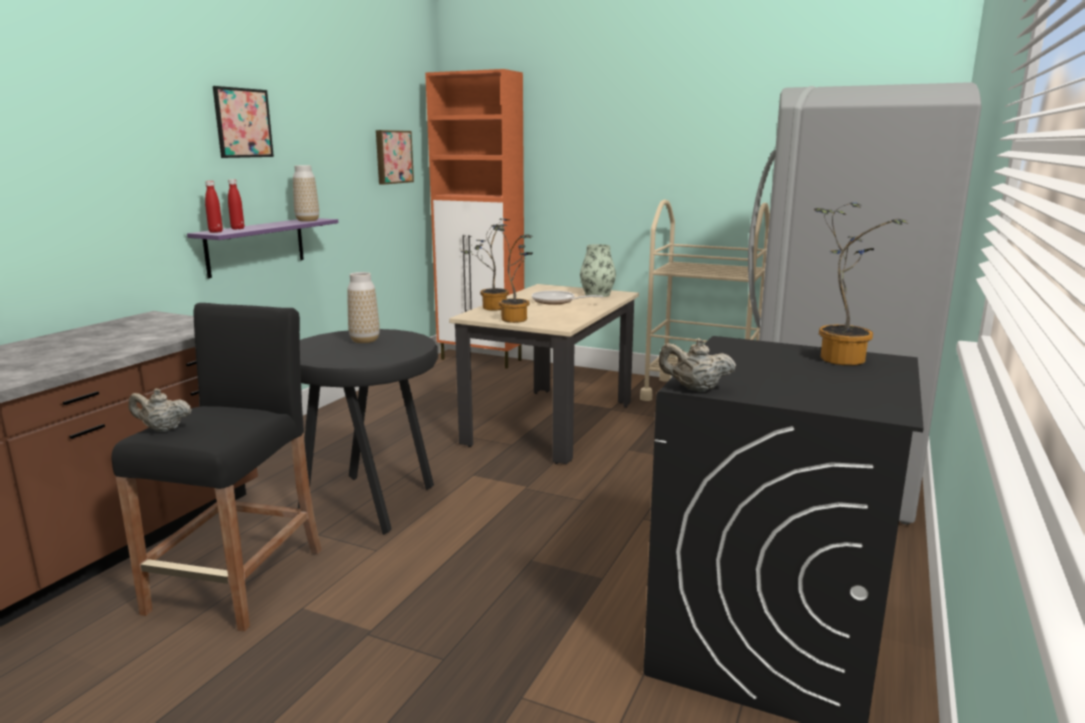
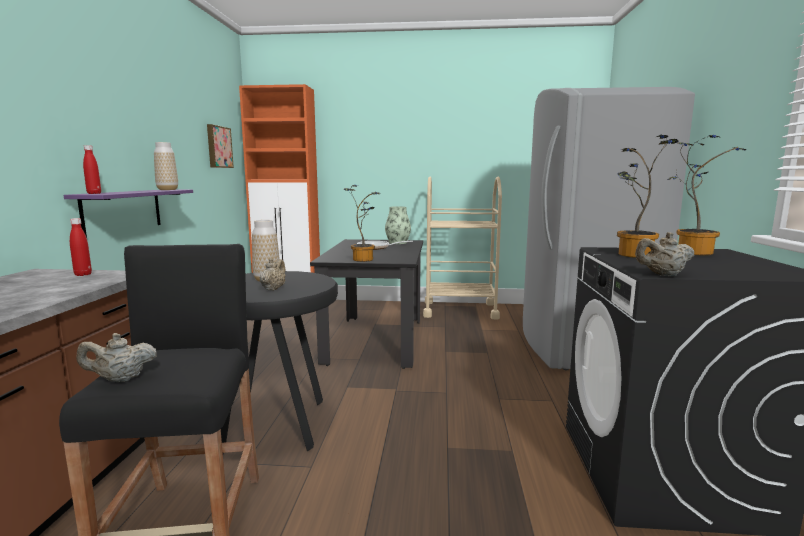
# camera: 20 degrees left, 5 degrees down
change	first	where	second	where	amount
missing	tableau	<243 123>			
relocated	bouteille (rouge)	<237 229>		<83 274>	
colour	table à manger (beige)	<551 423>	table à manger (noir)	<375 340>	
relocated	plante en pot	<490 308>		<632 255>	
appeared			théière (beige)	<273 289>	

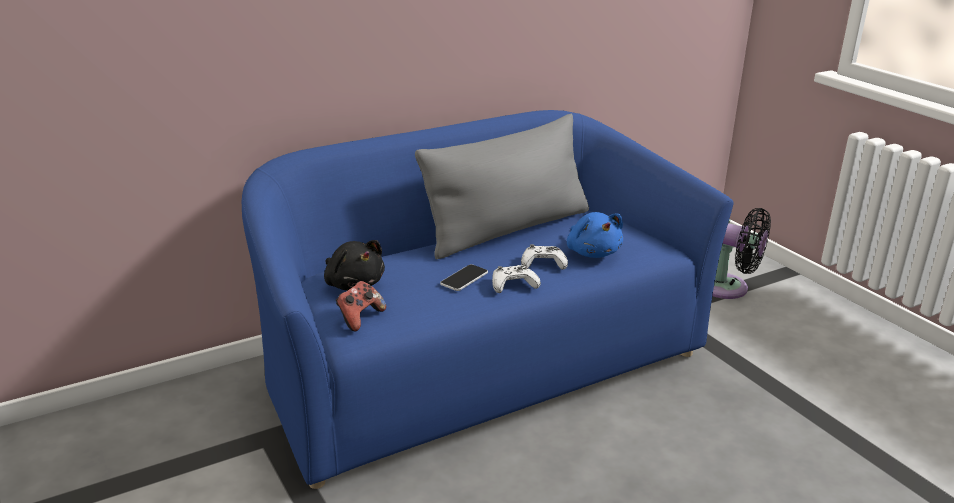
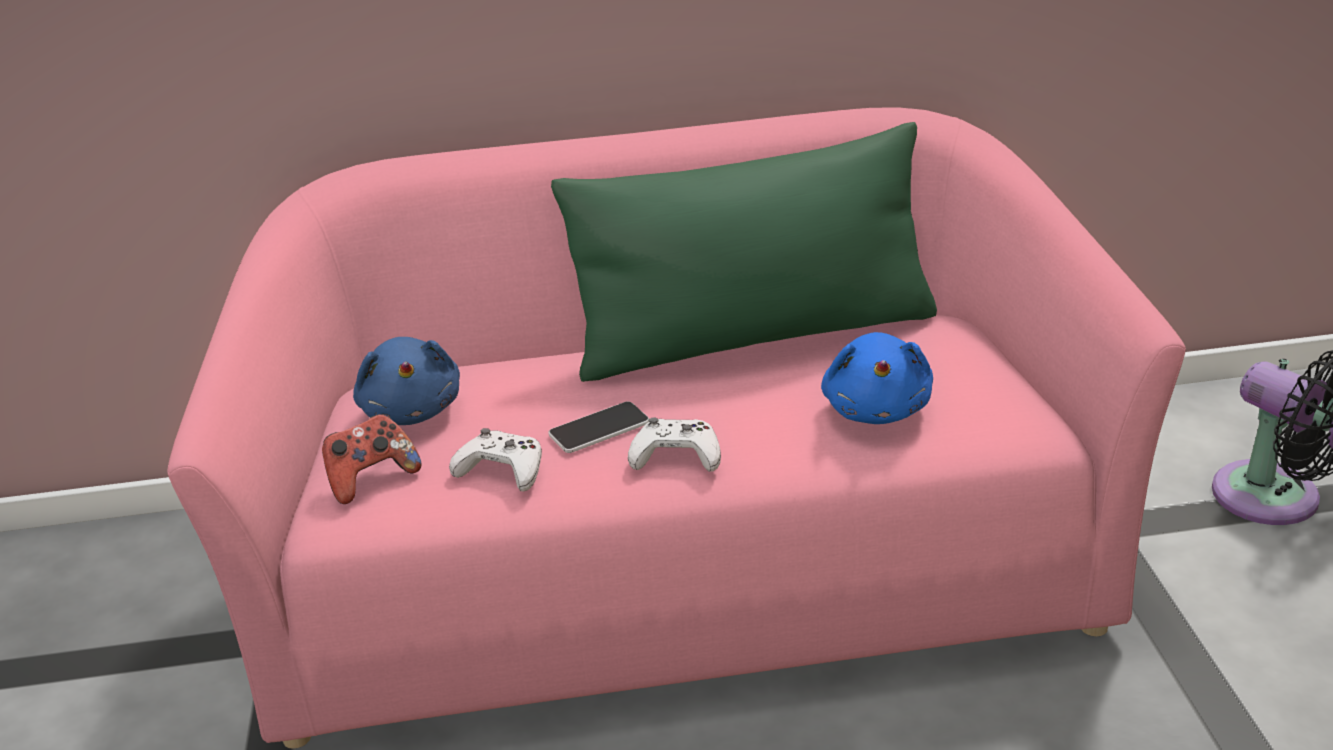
# camera: 25 degrees right, 5 degrees up
change	first	where	second	where	amount
colour	canapé (bleu)	<475 364>	canapé (rose)	<680 571>	
colour	peluche (noir)	<353 284>	peluche (bleu)	<412 410>	
colour	coussin (gris)	<508 229>	coussin (vert)	<755 337>	
relocated	manette (blanc)	<543 263>		<502 470>	

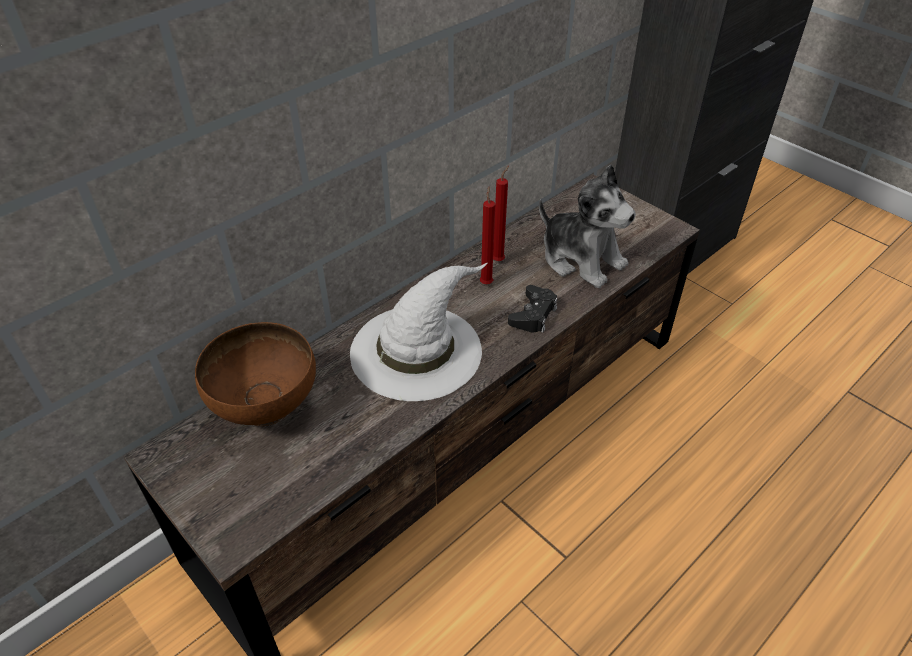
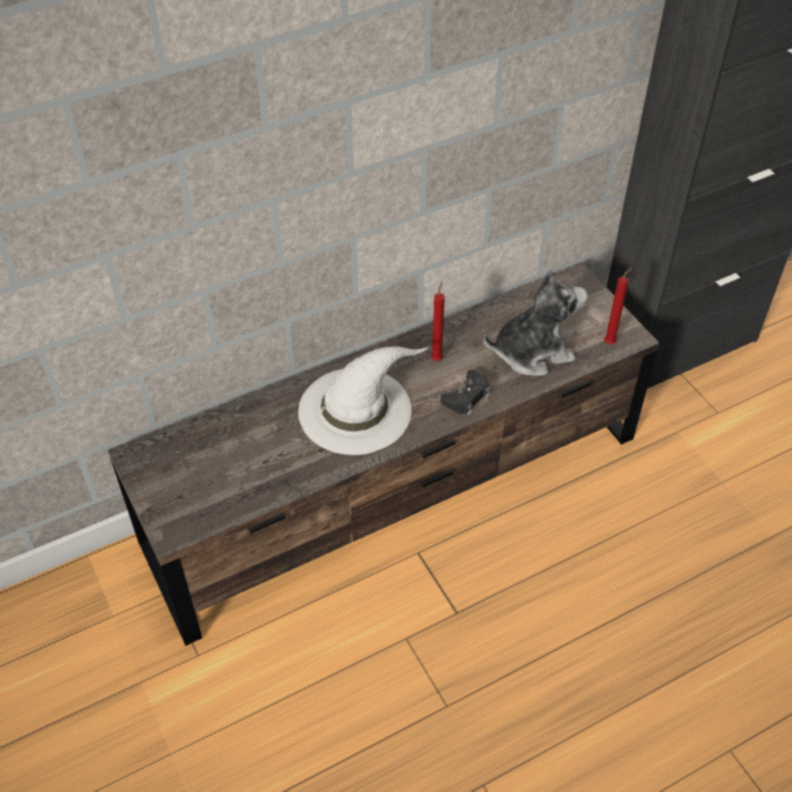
# camera: 15 degrees right, 5 degrees up
change	first	where	second	where	amount
missing	bol (marron)	<265 408>			
relocated	bougie (rouge)	<499 260>		<611 342>	
spun	peluche	<581 259>		<532 352>	75 degrees counterclockwise

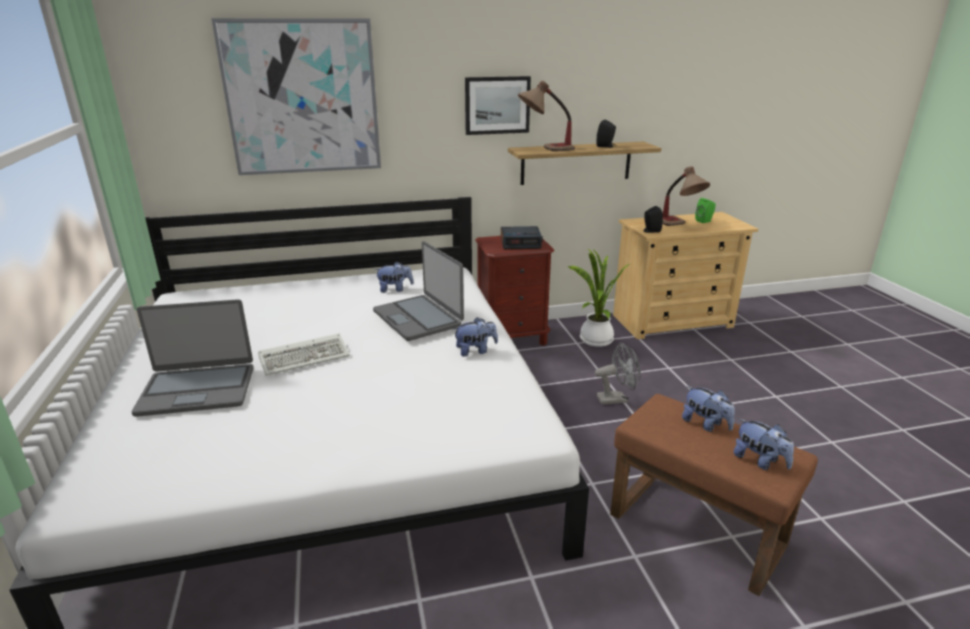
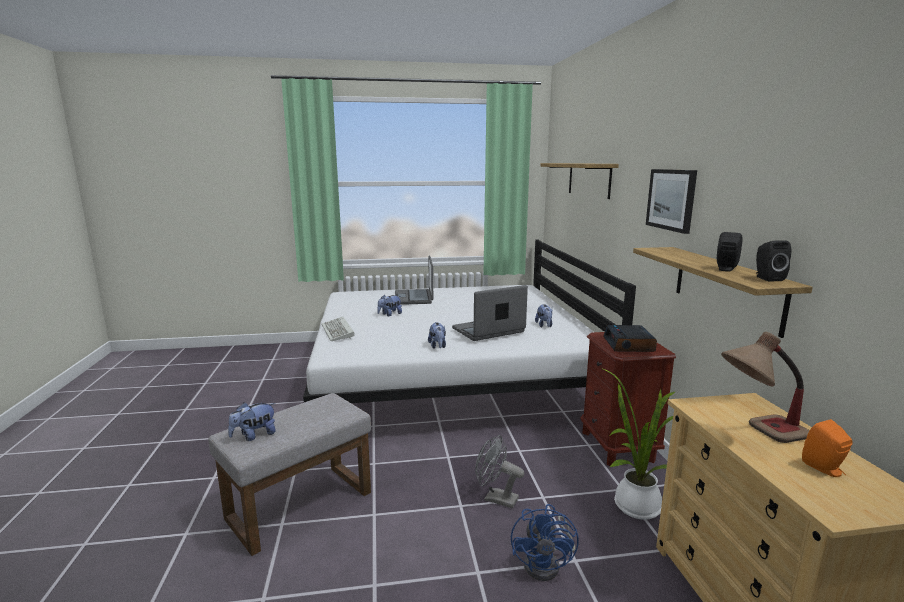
# camera: 95 degrees right, 10 degrees down
change	first	where	second	where	amount
exchanged	tableau	<302 98>	étagère	<589 179>	
relocated	clavier	<306 357>		<338 332>	
missing	lampe de table	<545 149>			
spun	ventilateur (gris)	<616 399>		<495 498>	120 degrees clockwise
colour	pouf (marron)	<698 529>	pouf (gris)	<299 507>	
relocated	enceinte (noir)	<650 231>		<767 278>	
relocated	peluche	<705 424>		<389 314>	
colour	enceinte (vert)	<704 221>	enceinte (orange)	<825 469>	
appeared			ventilateur (bleu)	<547 564>	

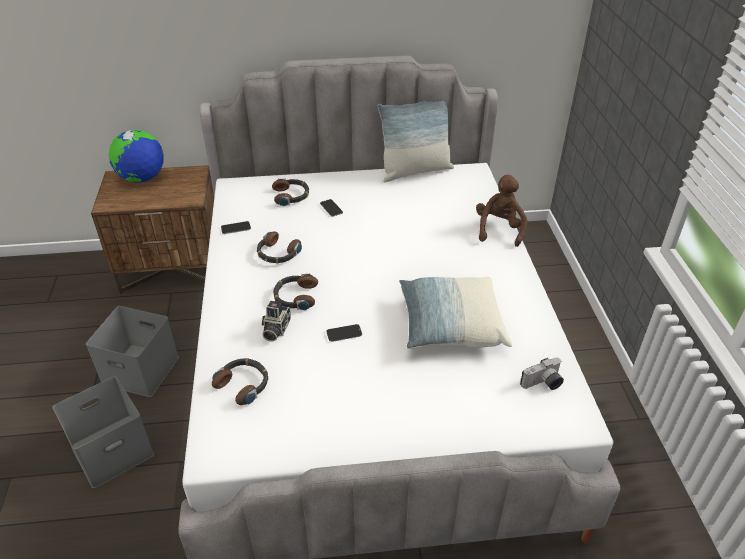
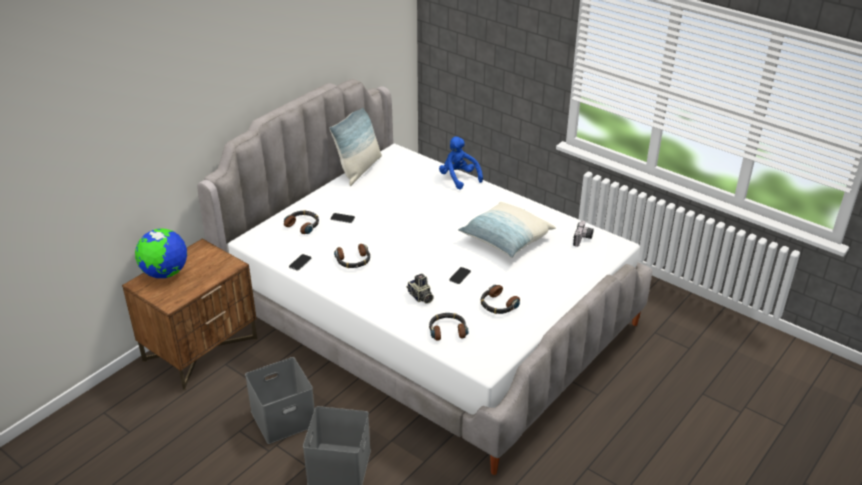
# camera: 45 degrees left, 5 degrees down
change	first	where	second	where	amount
relocated	casque audio	<295 296>		<498 305>	
colour	peluche (marron)	<499 229>	peluche (bleu)	<458 178>	

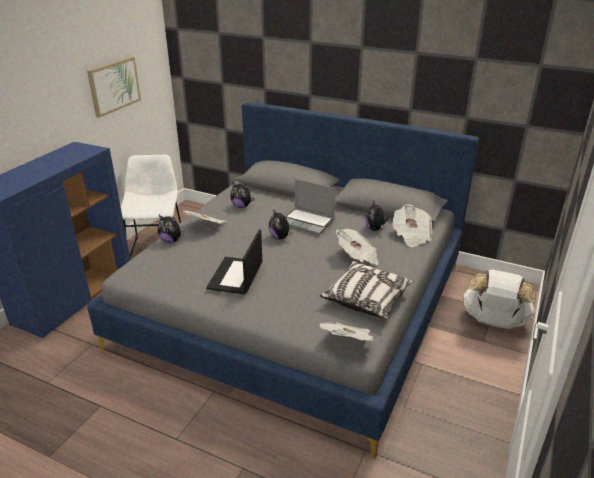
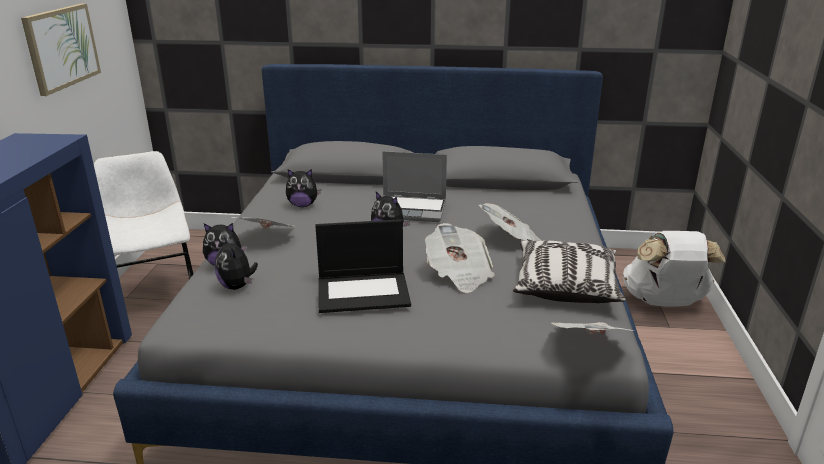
# camera: 20 degrees left, 5 degrees down
change	first	where	second	where	amount
spun	ordinateur portable	<236 276>		<364 292>	90 degrees counterclockwise
relocated	peluche	<375 229>		<237 286>	
relocated	journal	<411 236>		<459 274>	

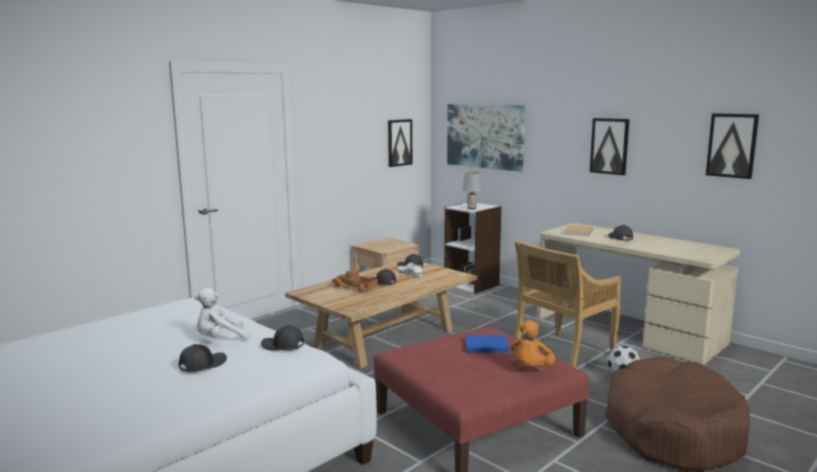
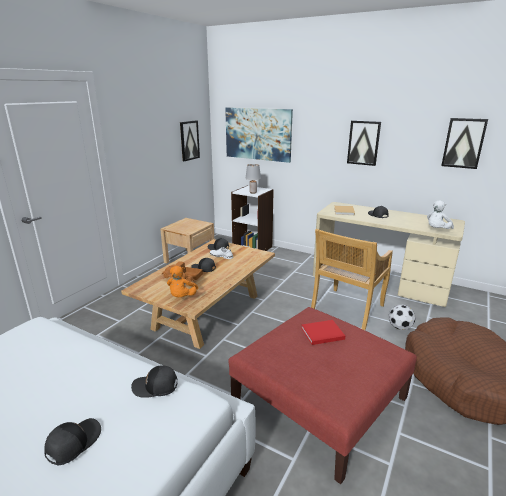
# camera: 15 degrees left, 10 degrees up
change	first	where	second	where	amount
relocated	peluche (blanc)	<220 339>		<437 230>	
colour	livre (bleu)	<485 345>	livre (rouge)	<321 333>	
relocated	peluche (orange)	<531 369>		<182 297>	

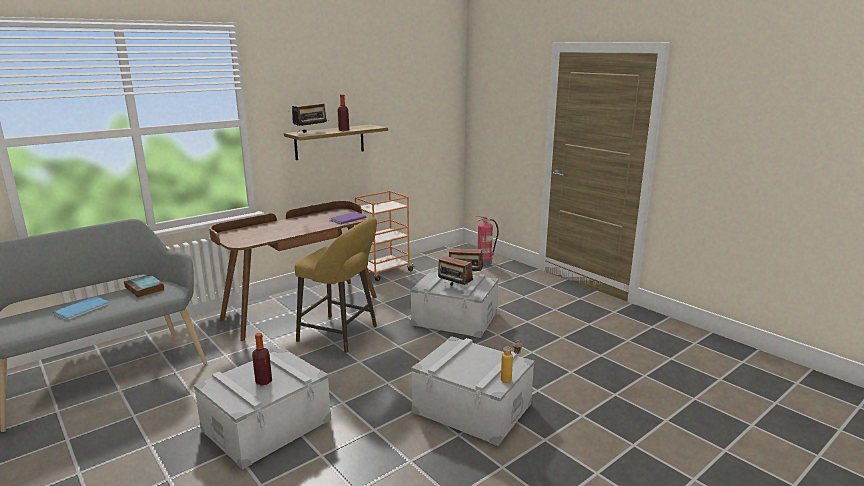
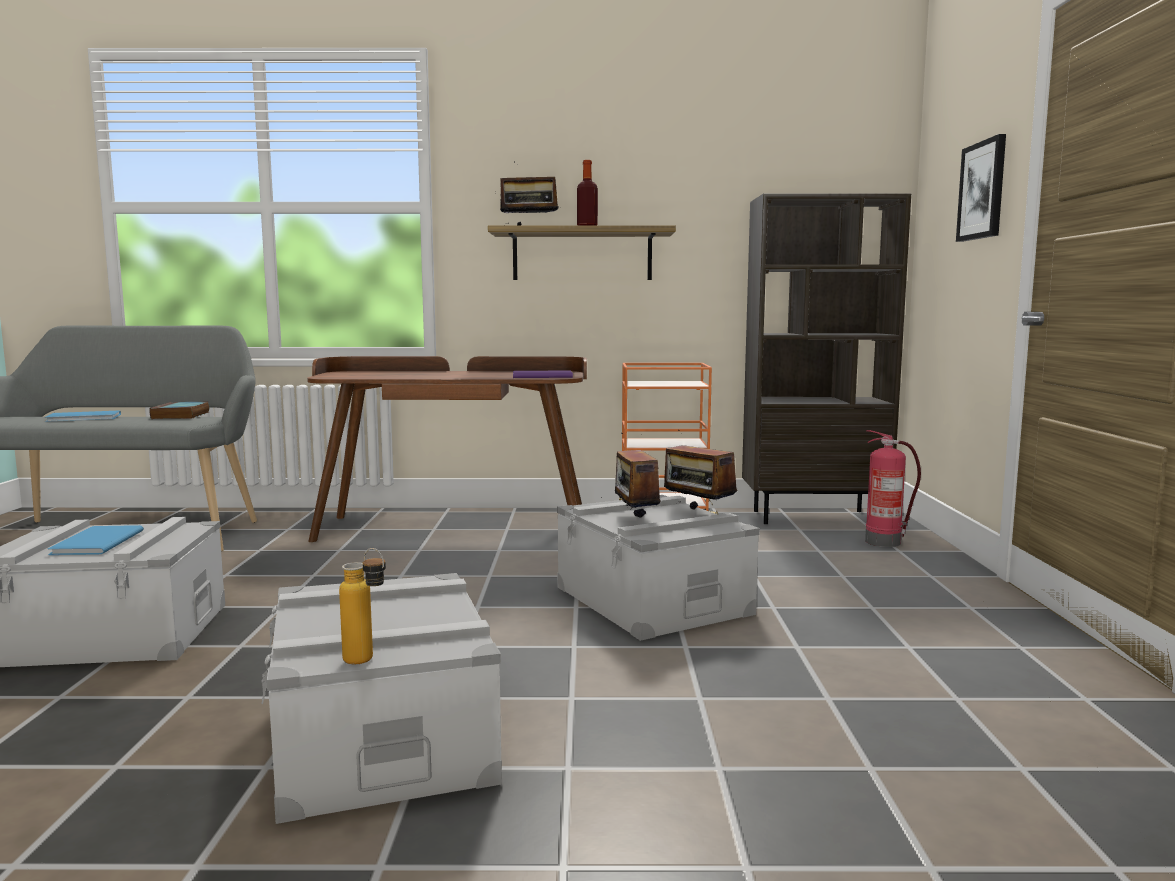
# camera: 40 degrees right, 10 degrees down
change	first	where	second	where	amount
exchanged	bouteille	<263 381>	livre (bleu)	<94 543>	
missing	tabouret (jaune)	<341 335>			
appeared			bibliothèque (marron)	<814 517>	
appeared			tableau	<982 190>	

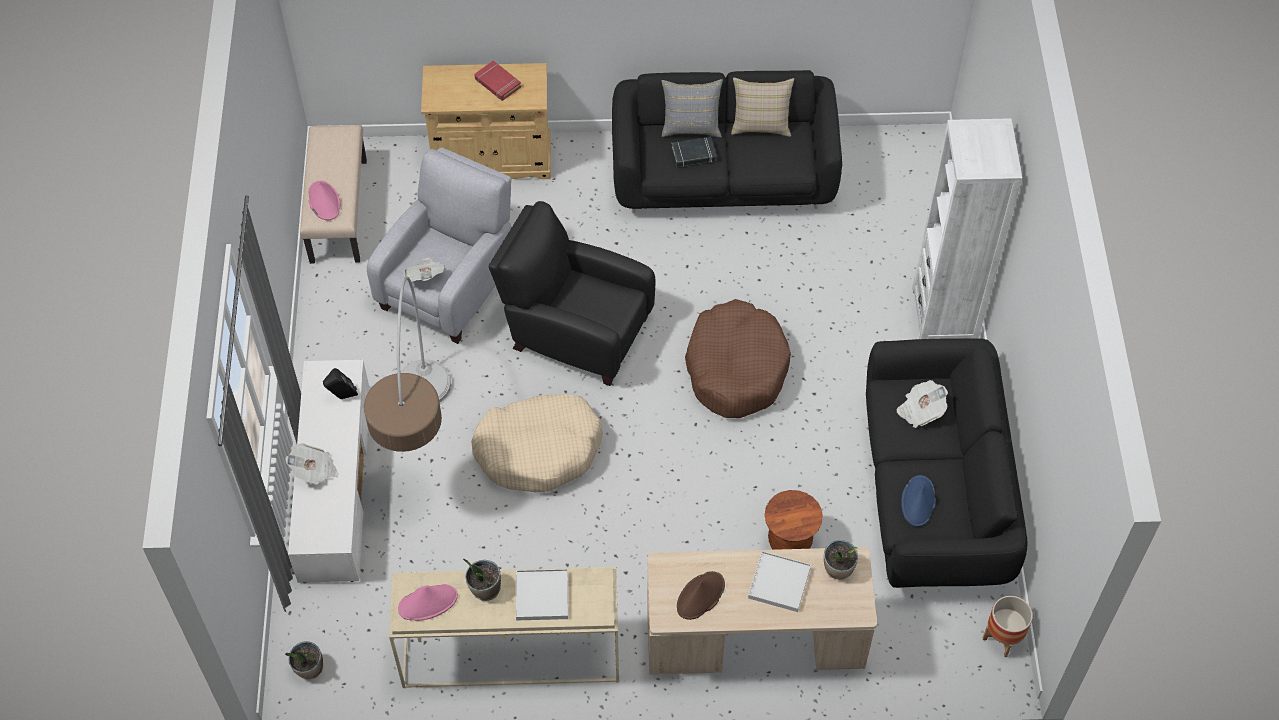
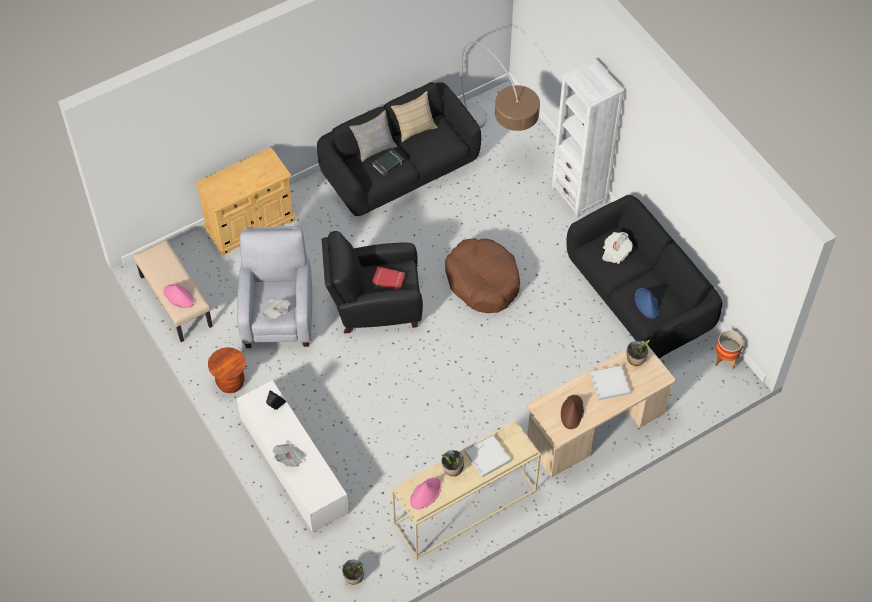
# camera: 30 degrees left, 0 degrees up
change	first	where	second	where	amount
relocated	lampadaire	<421 448>		<495 148>	
missing	panier pour chien (beige)	<539 450>			
relocated	livre (rouge)	<497 83>		<388 280>	
relocated	tabouret (marron)	<789 543>		<230 383>	

